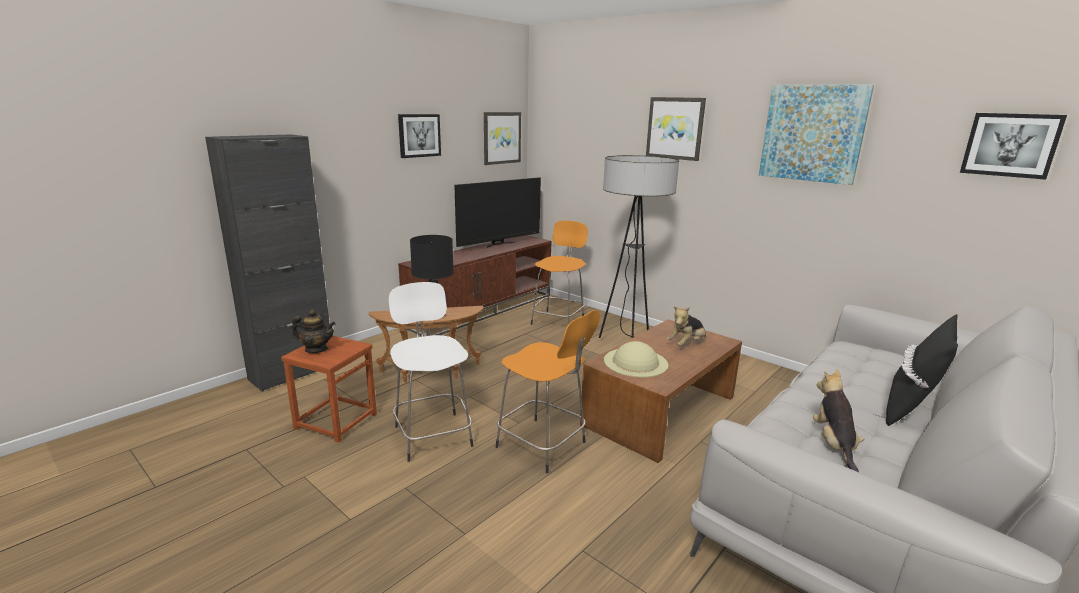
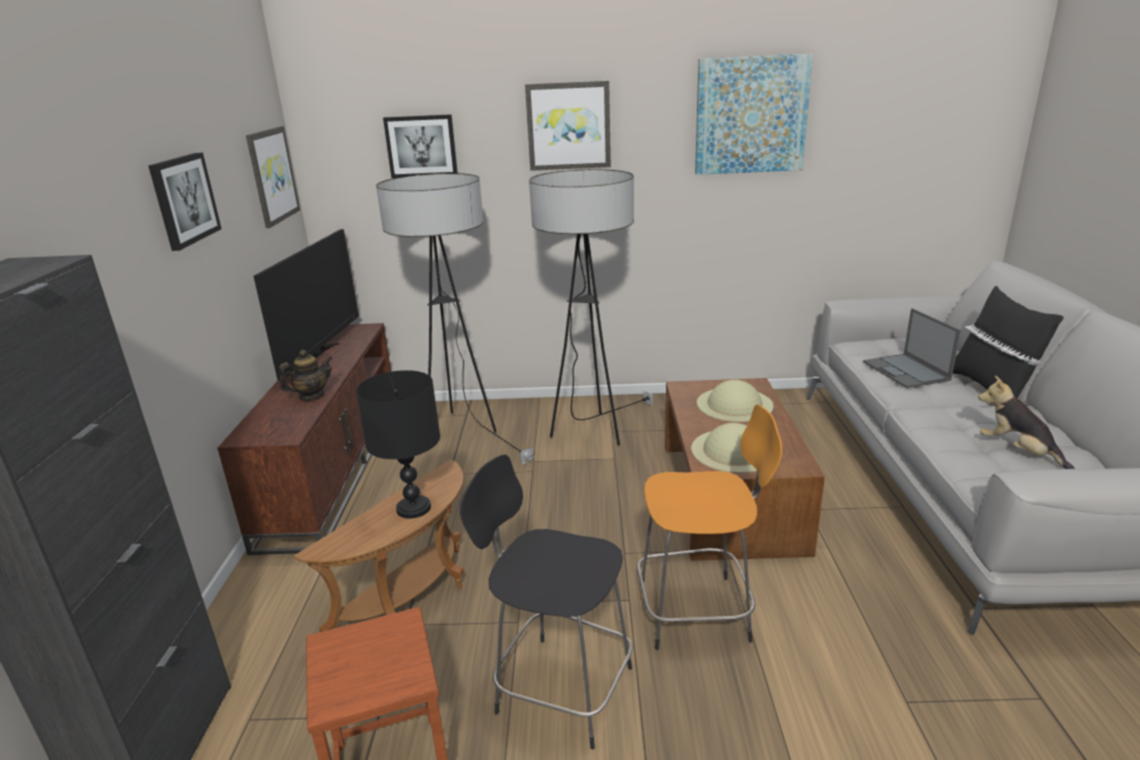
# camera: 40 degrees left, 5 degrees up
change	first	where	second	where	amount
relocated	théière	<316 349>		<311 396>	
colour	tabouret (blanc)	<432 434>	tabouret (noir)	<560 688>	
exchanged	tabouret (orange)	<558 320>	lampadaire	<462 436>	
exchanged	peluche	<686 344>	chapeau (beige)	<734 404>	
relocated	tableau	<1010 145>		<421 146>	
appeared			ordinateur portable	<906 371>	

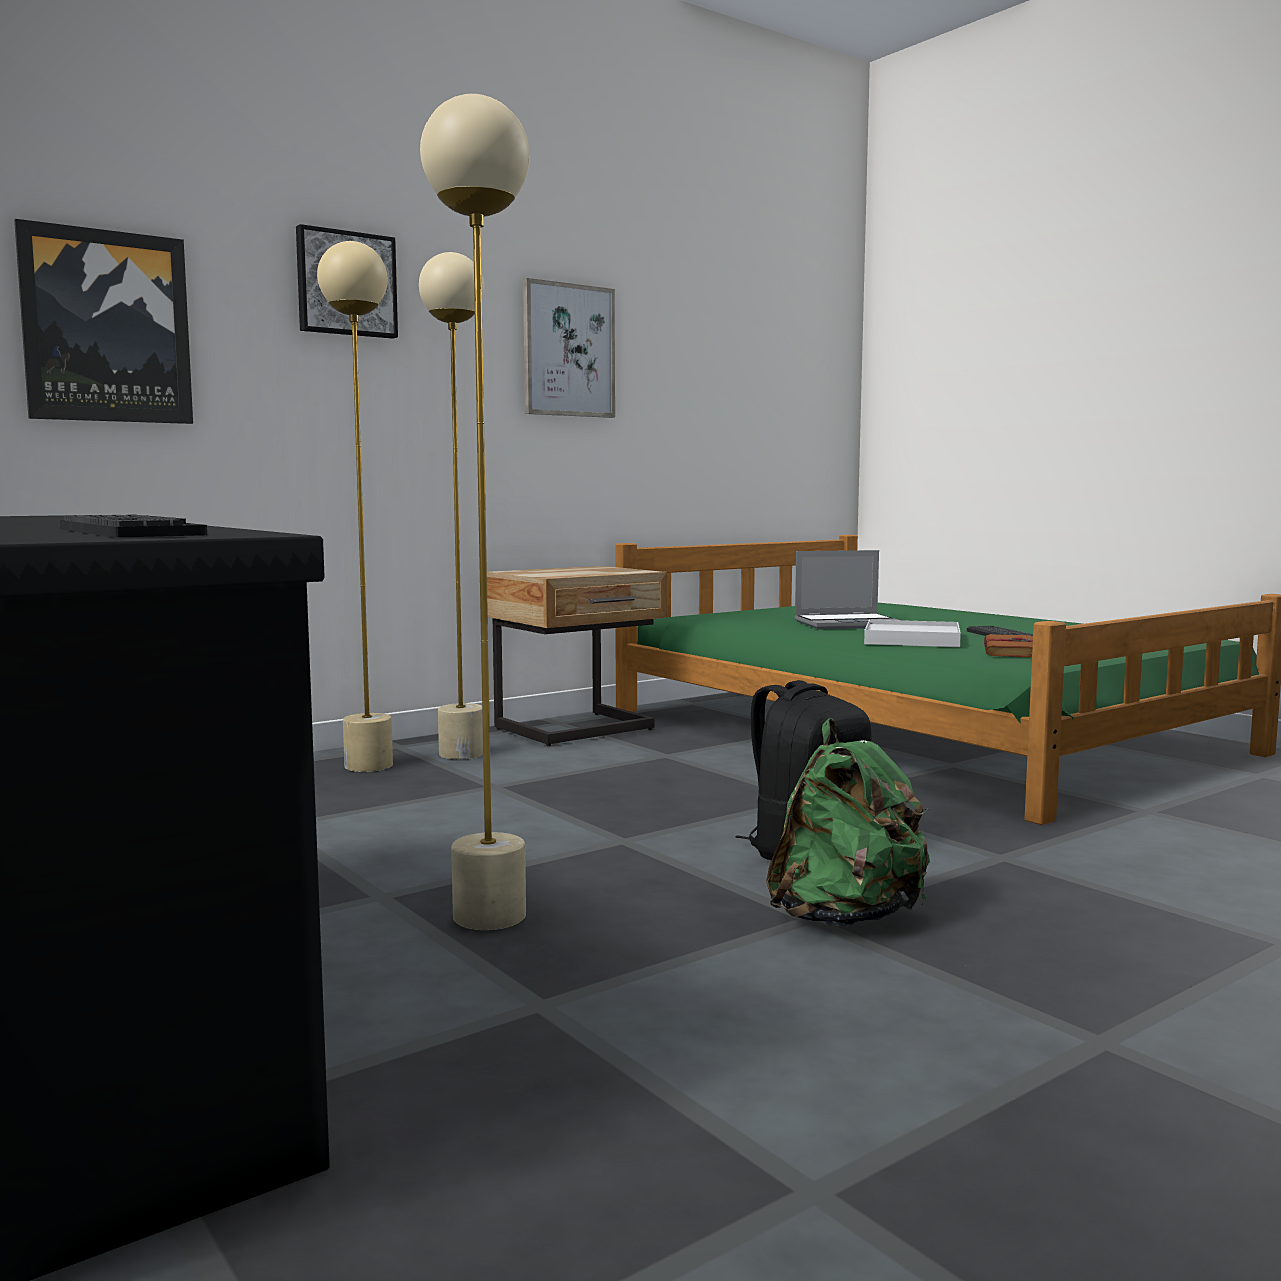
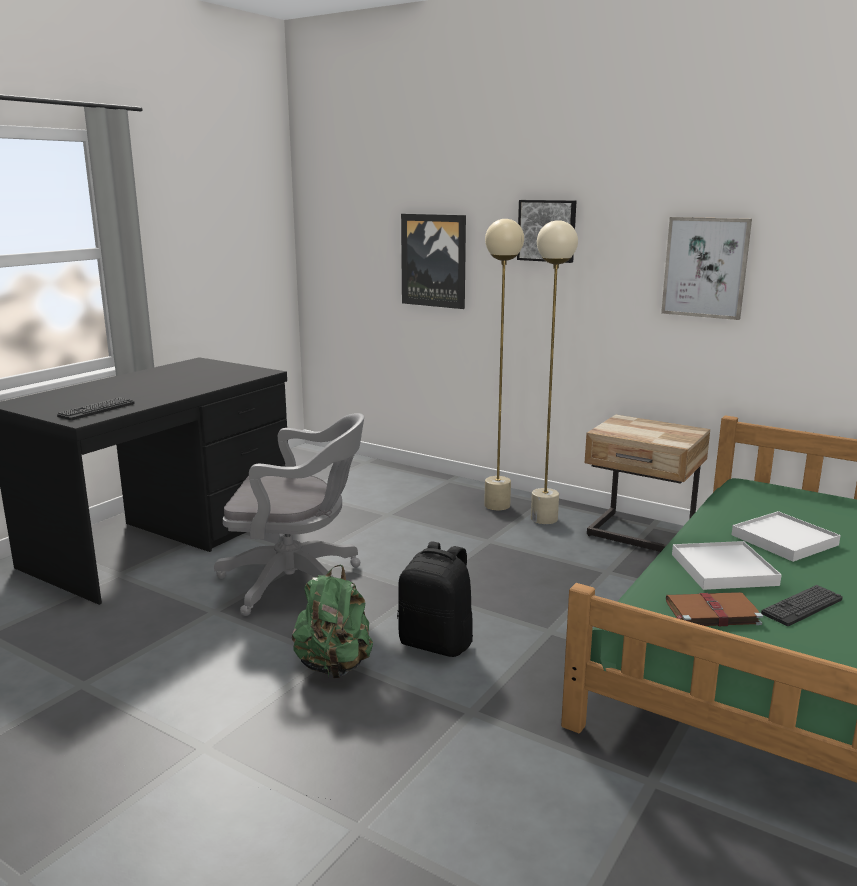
# camera: 70 degrees right, 10 degrees up
change	first	where	second	where	amount
exchanged	lampadaire (beige)	<490 917>	chaise de bureau (gris)	<298 582>	
exchanged	ordinateur portable	<848 624>	plateau (blanc)	<784 540>	

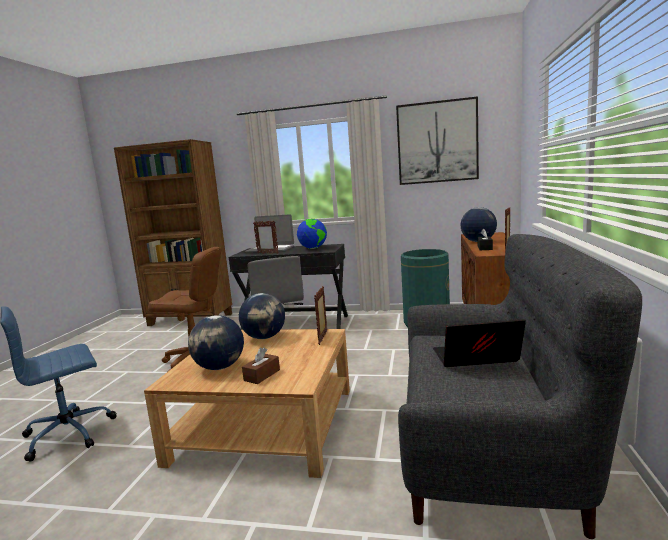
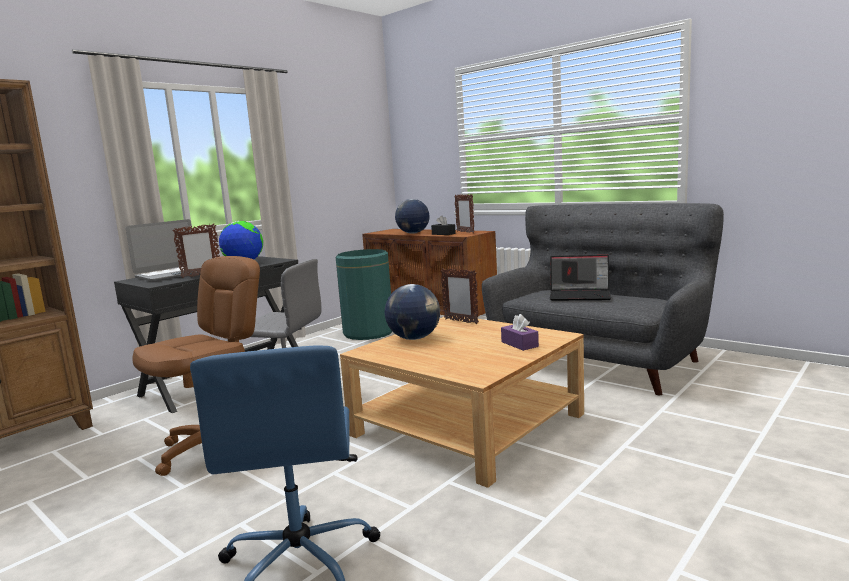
# camera: 60 degrees left, 0 degrees up
change	first	where	second	where	amount
missing	globe	<220 367>			
colour	boîte à mouchoirs (marron)	<262 375>	boîte à mouchoirs (violet)	<519 344>	
missing	tableau	<437 142>			
spun	ordinateur portable	<475 359>		<580 295>	105 degrees counterclockwise

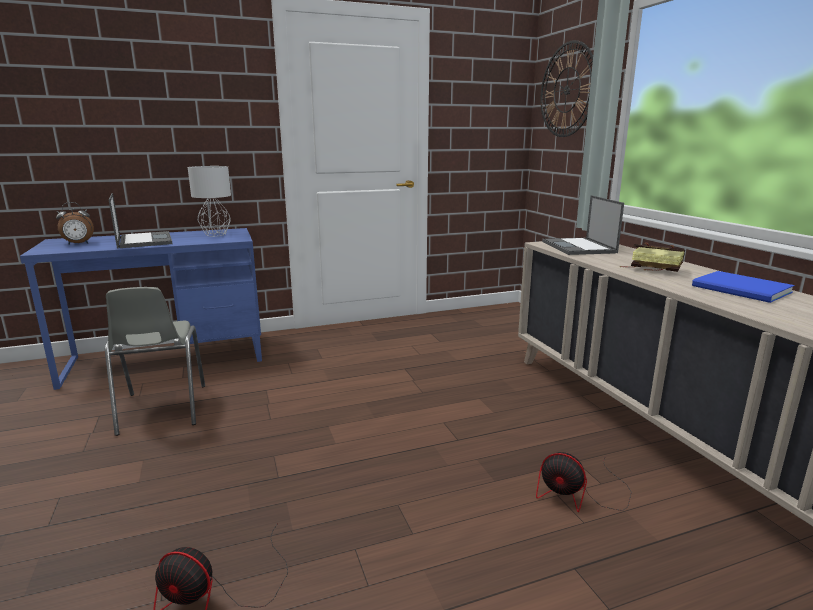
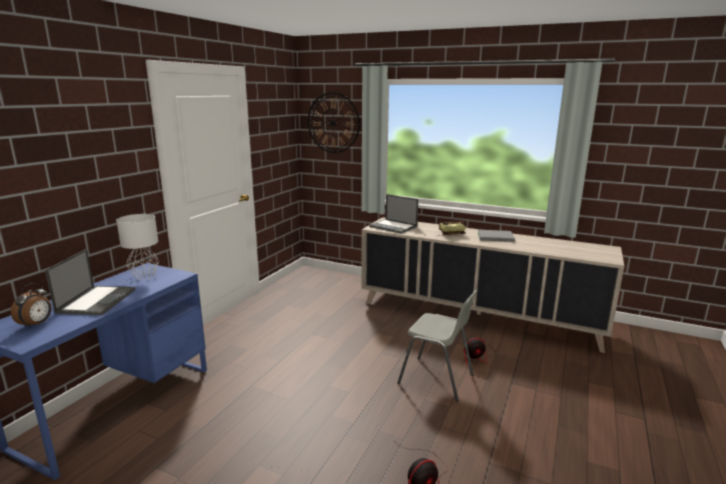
# camera: 45 degrees left, 0 degrees up
change	first	where	second	where	amount
relocated	chaise (gris)	<162 409>		<436 379>	
spun	ordinateur portable	<144 240>		<97 300>	75 degrees clockwise
colour	livre (bleu)	<742 290>	livre (gris)	<496 237>	

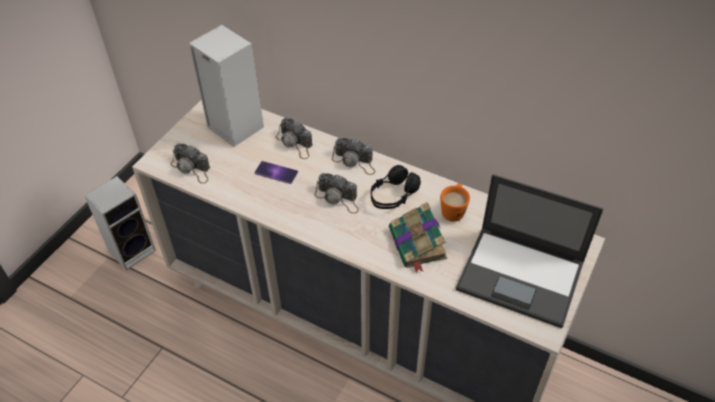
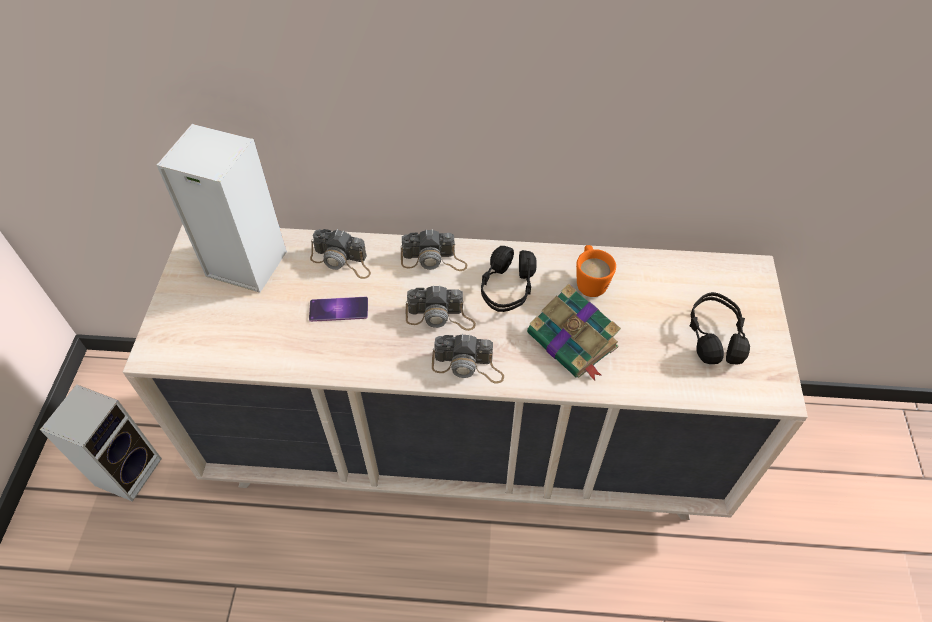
# camera: 25 degrees left, 5 degrees up
change	first	where	second	where	amount
relocated	appareil photo	<192 169>		<468 366>	
exchanged	ordinateur portable	<522 276>	casque audio (noir)	<714 336>	

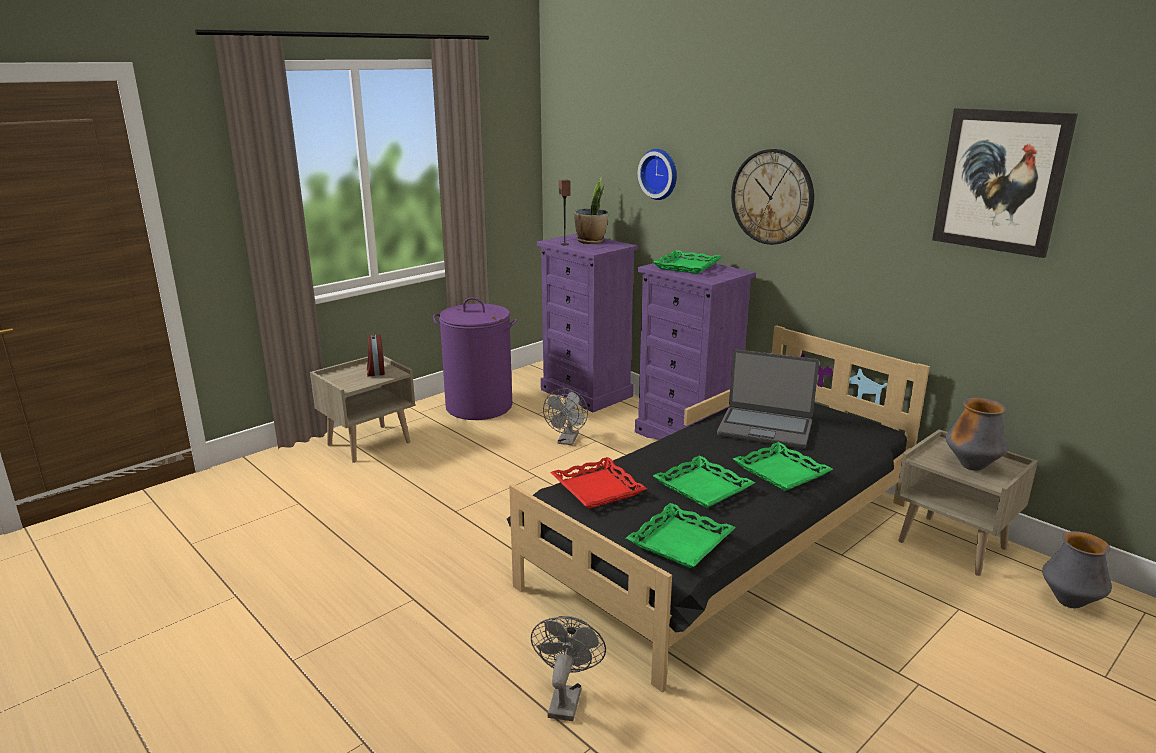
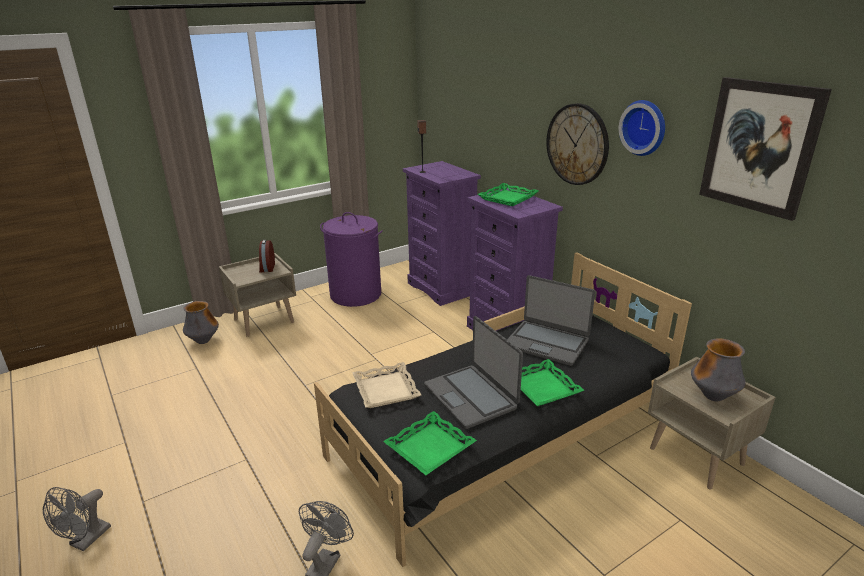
# camera: 10 degrees right, 5 degrees up
change	first	where	second	where	amount
relocated	ventilateur (gris)	<567 441>		<86 541>	
colour	plateau (rouge)	<598 489>	plateau (beige)	<386 390>	
missing	plante en pot	<591 241>			
relocated	horloge murale	<660 174>		<644 127>	
exchanged	plateau (vert)	<703 487>	ordinateur portable	<471 396>	
relocated	vase	<1069 602>		<203 341>	

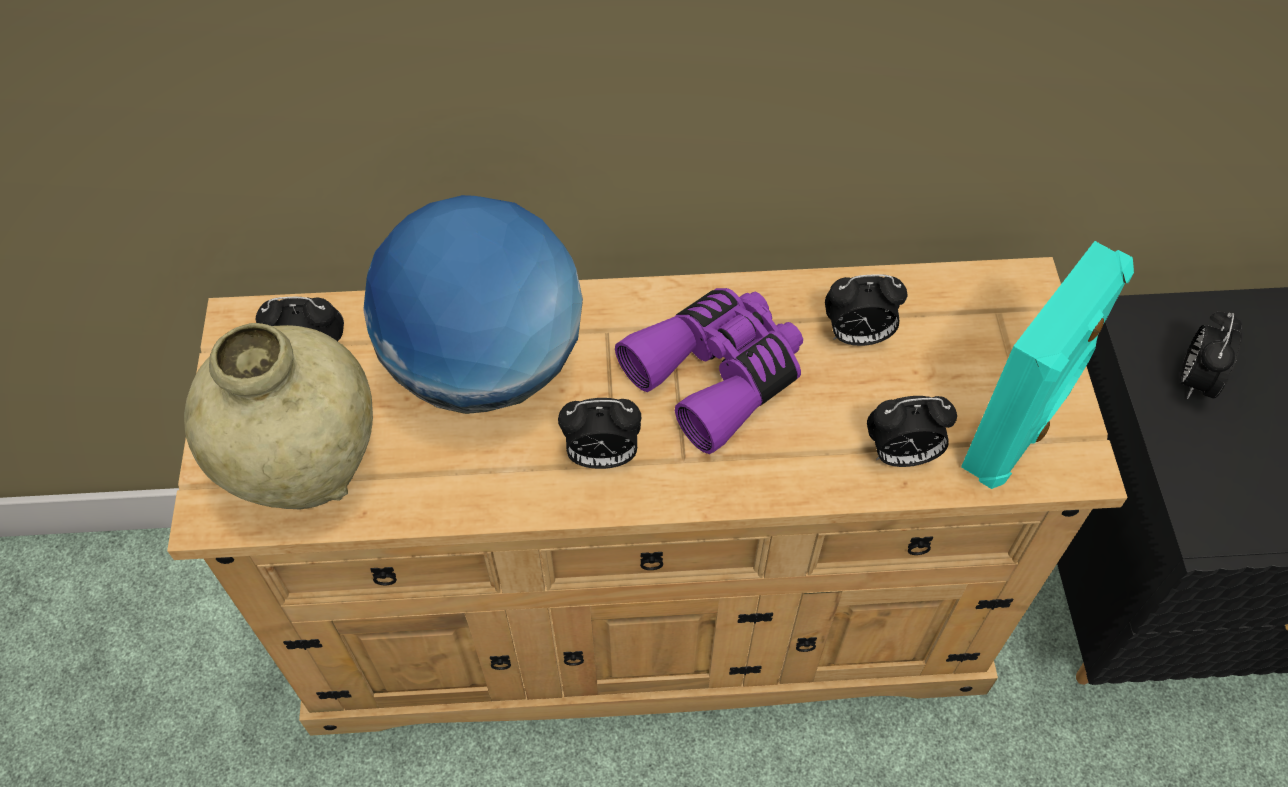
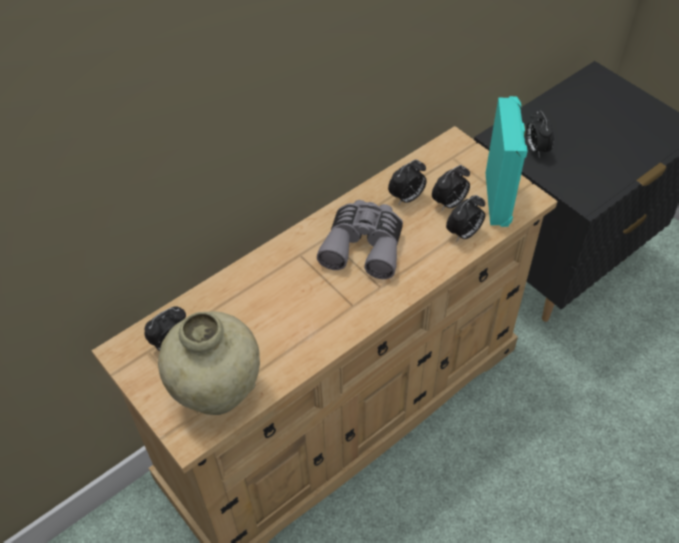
# camera: 35 degrees left, 5 degrees down
change	first	where	second	where	amount
missing	globe	<485 366>			
relocated	réveil	<601 457>		<449 203>	
colour	jumelles (violet)	<717 374>	jumelles (gris)	<364 245>	

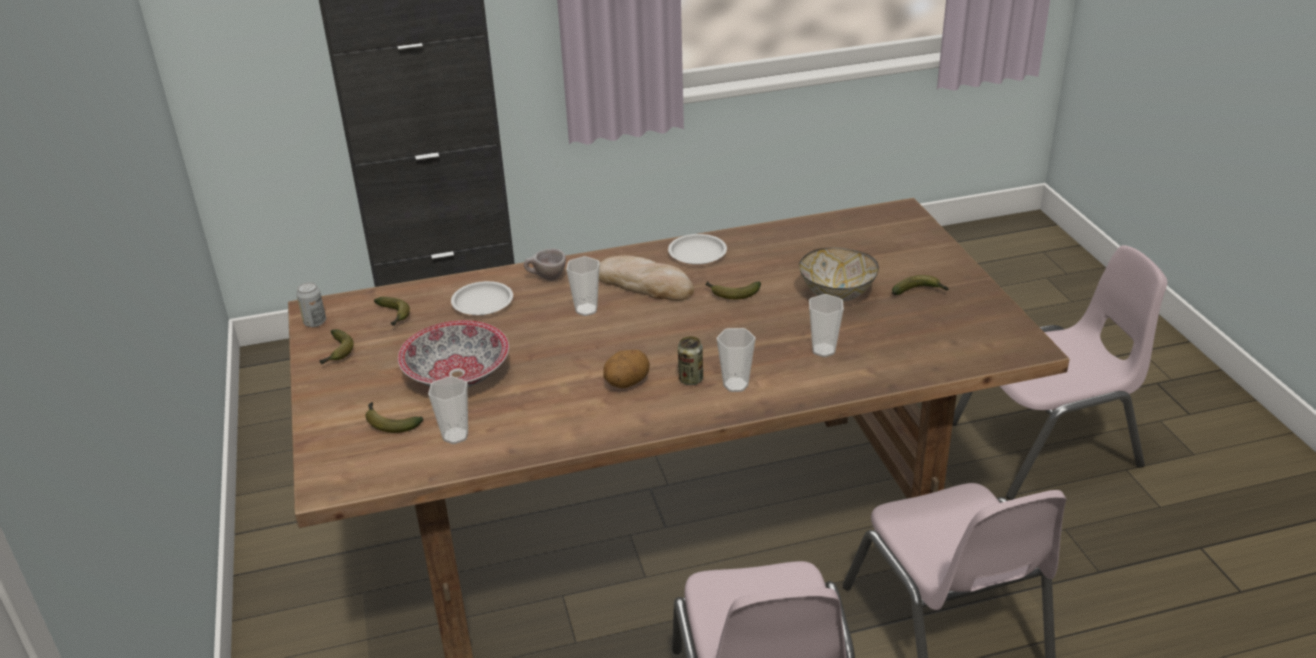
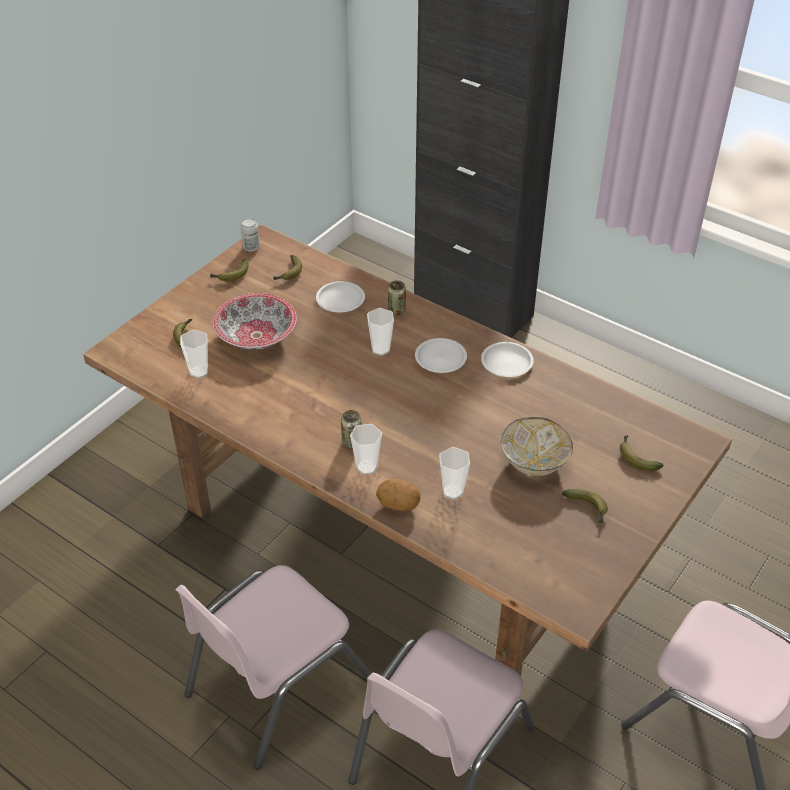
# camera: 50 degrees right, 10 degrees up
change	first	where	second	where	amount
exchanged	tasse (beige)	<546 278>	boîte métallique	<396 311>	
exchanged	pain	<644 283>	assiette (blanc)	<440 358>	
relocated	pomme de terre	<627 383>		<398 505>	
relocated	banane	<731 293>		<636 457>	

